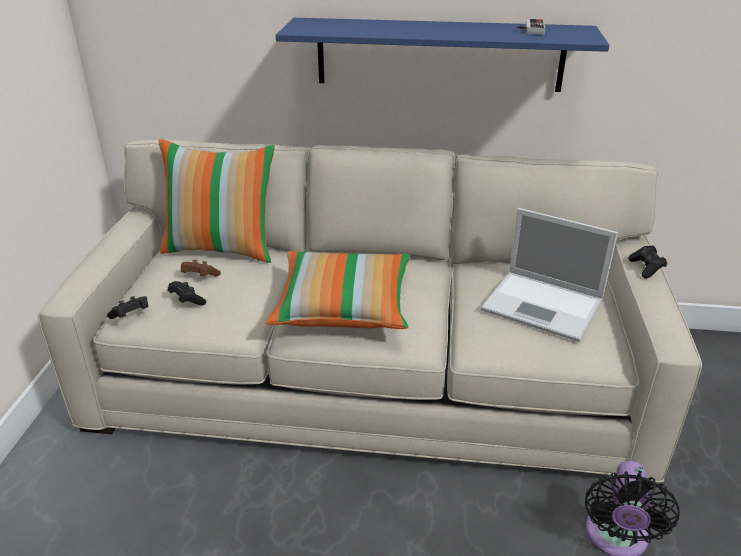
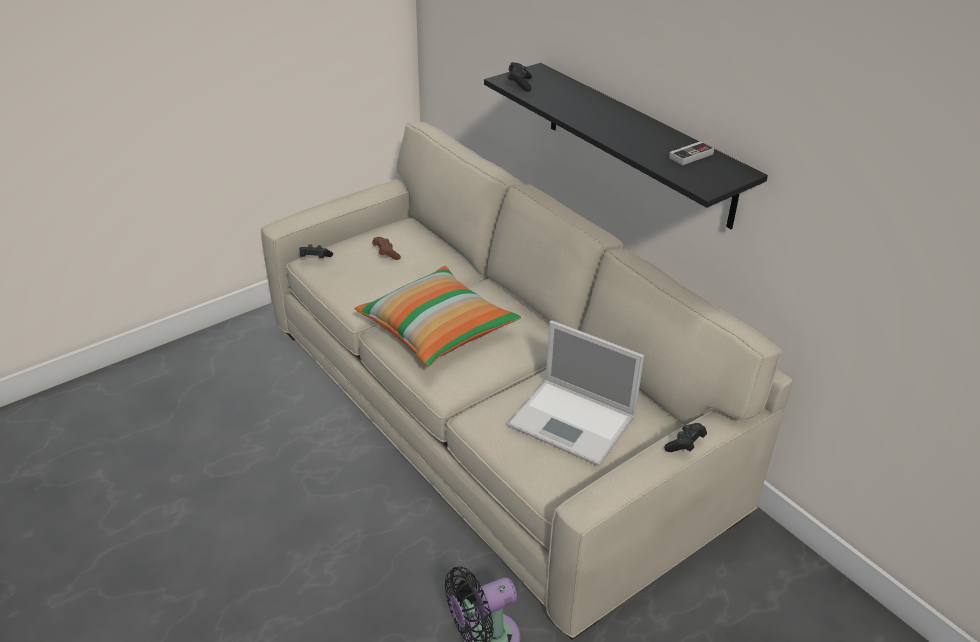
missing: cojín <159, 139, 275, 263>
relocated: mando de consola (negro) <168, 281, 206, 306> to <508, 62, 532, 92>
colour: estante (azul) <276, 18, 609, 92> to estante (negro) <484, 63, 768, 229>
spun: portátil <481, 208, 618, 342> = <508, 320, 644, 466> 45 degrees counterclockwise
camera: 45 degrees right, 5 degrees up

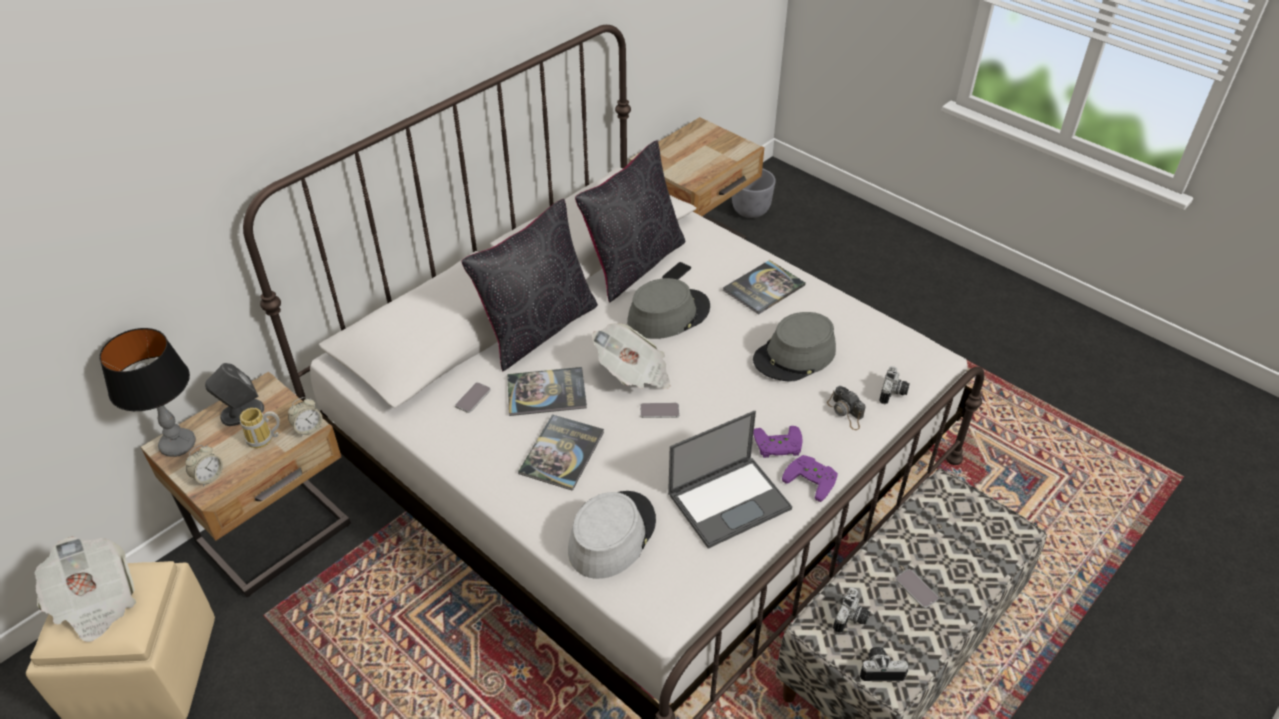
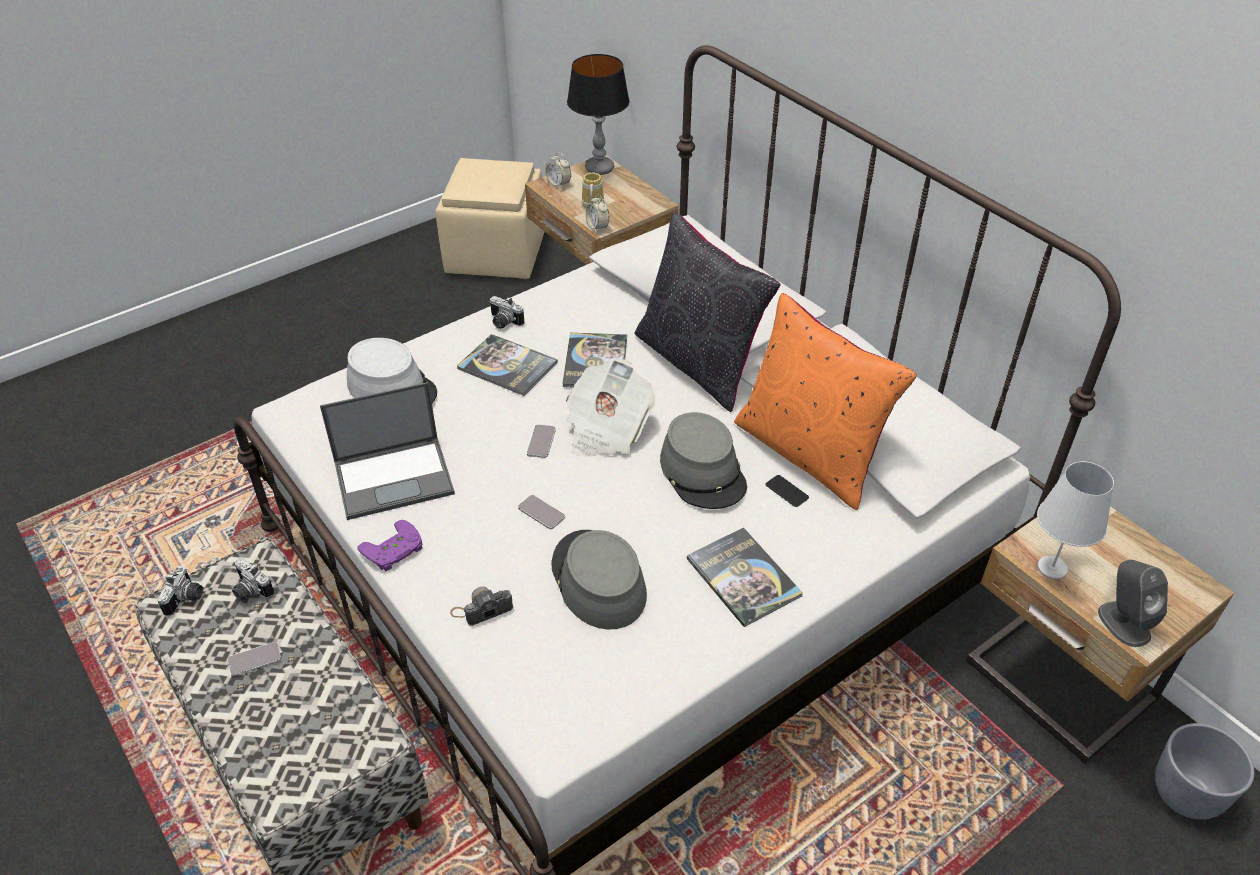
missing: mando de consola (morado) <753, 426, 803, 458>; periódico <35, 536, 136, 642>
appeared: lámpara de mesa (blanco) <1037, 462, 1114, 580>
relocated: altavoz (gris) <205, 363, 264, 426> to <1098, 560, 1168, 647>; cámara <879, 366, 910, 404> to <490, 296, 524, 329>; móvil <455, 382, 491, 413> to <518, 495, 565, 529>
colour: cojín (negro) <575, 140, 685, 303> to cojín (naranja) <734, 293, 917, 510>
spun: portátil <668, 410, 792, 549> = <320, 382, 455, 520> 90 degrees counterclockwise
camera: 100 degrees right, 0 degrees up

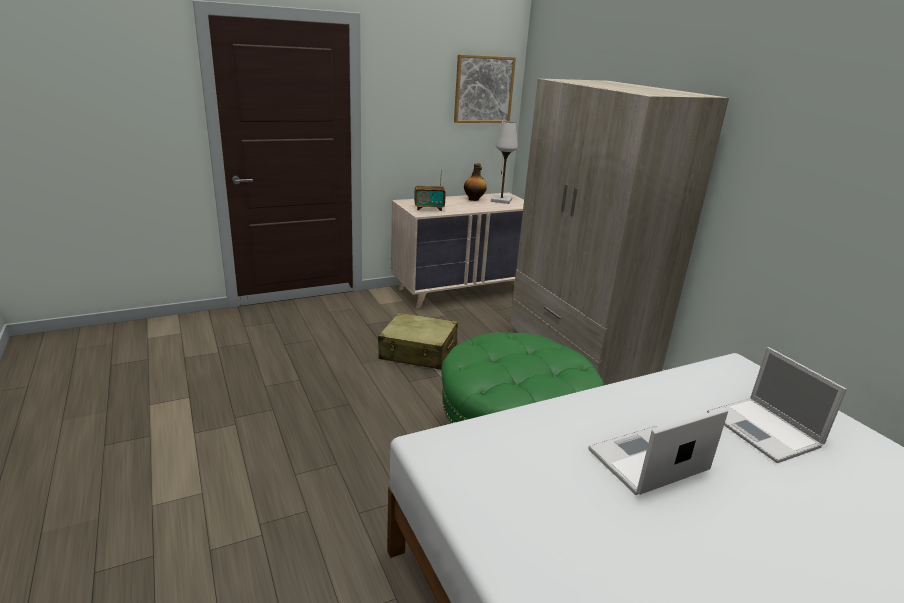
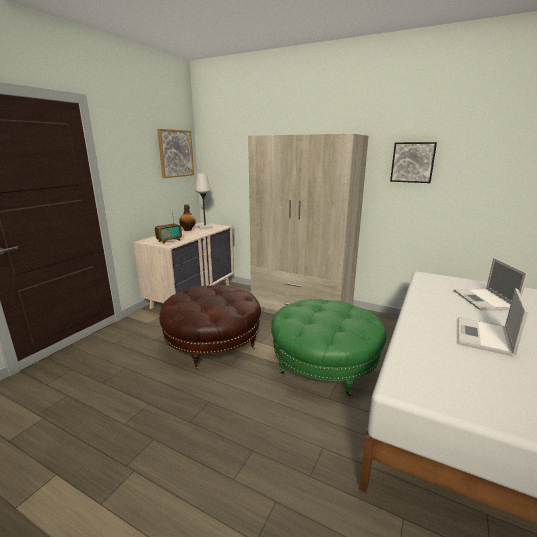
appeared: cuadro <390, 142, 437, 183>
exchanged: maleta (beis) <378, 313, 458, 370> to puf (marrón) <159, 285, 261, 369>
spun: portátil <707, 347, 847, 463> = <454, 258, 528, 310> 60 degrees clockwise
camera: 35 degrees left, 5 degrees down

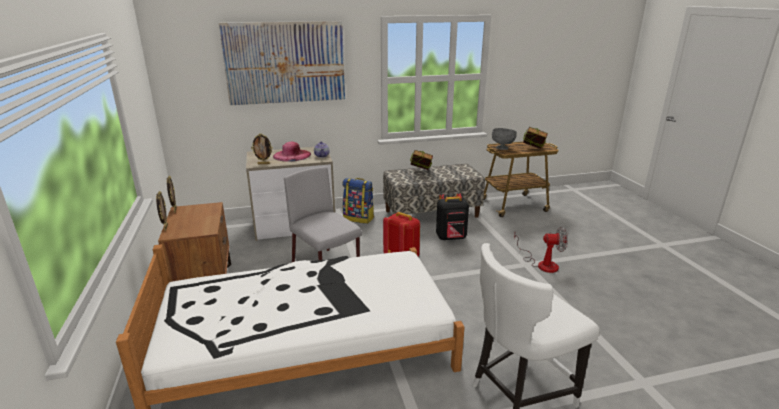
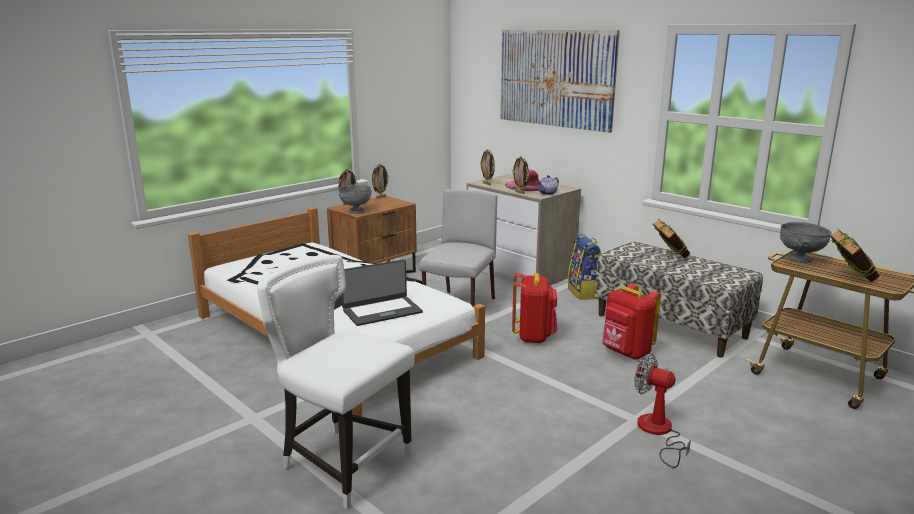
appeared: portarretratos <512, 156, 529, 194>; cuenco (gris) <338, 184, 371, 214>; portátil <341, 259, 423, 326>
colour: mochila (negro) <436, 193, 469, 240> to mochila (rojo) <602, 284, 661, 359>
spun: ventilador <514, 227, 568, 273> = <634, 354, 691, 468> 150 degrees clockwise
camera: 60 degrees right, 5 degrees down

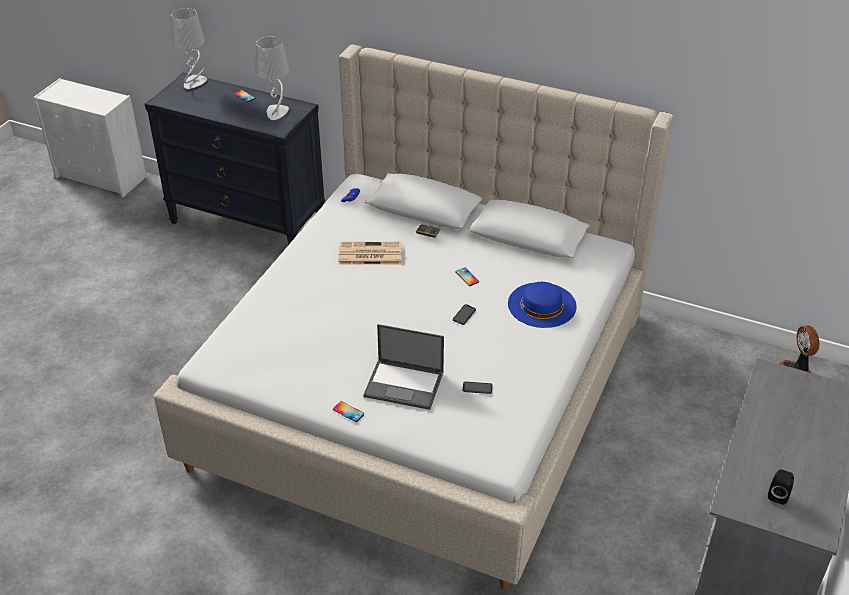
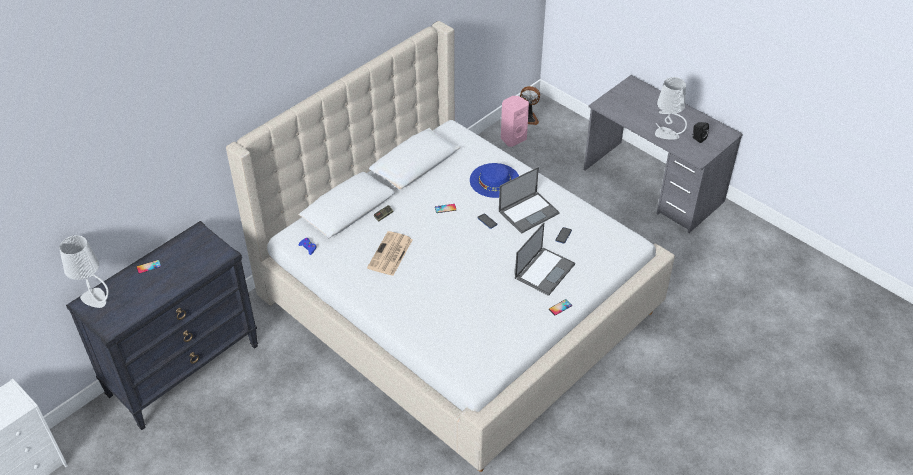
appeared: altavoz (rosa) <501, 96, 529, 147>; portátil <499, 167, 560, 234>
relocated: lámpara de mesa (gris) <255, 36, 289, 120> to <655, 77, 687, 140>
camera: 70 degrees left, 5 degrees up

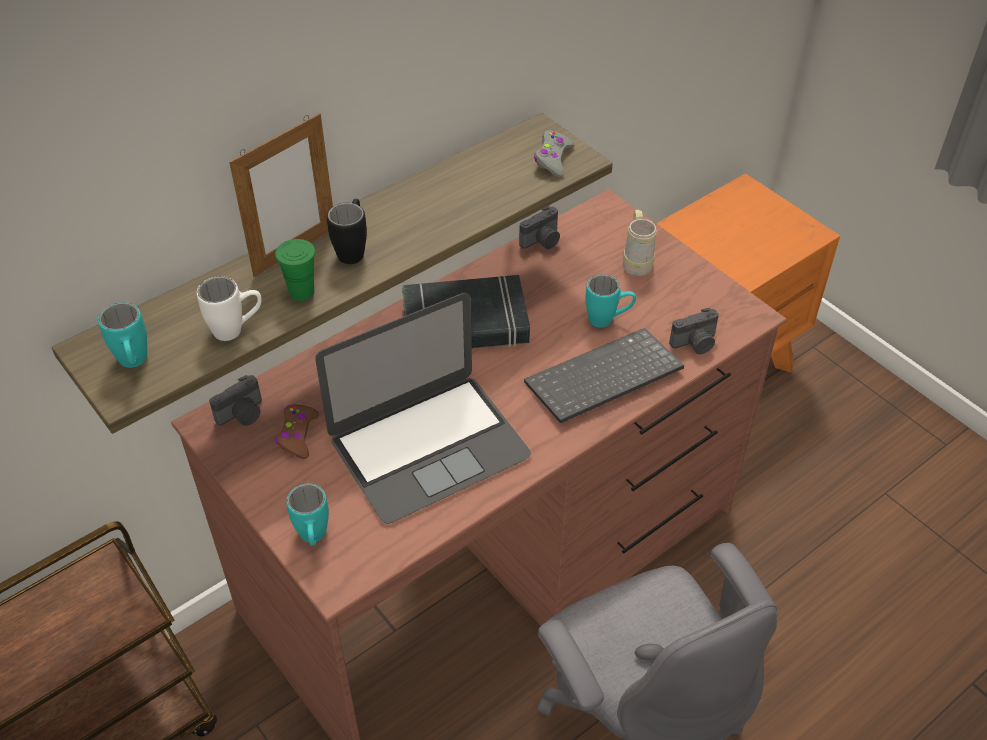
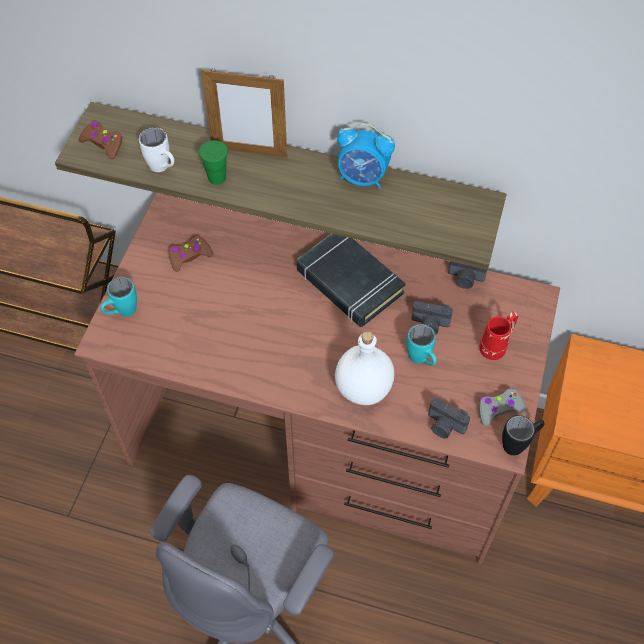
missing: portátil <315, 293, 531, 524>
appeared: despertador <337, 123, 395, 189>
relocated: mando de consola (gris) <534, 130, 575, 177> to <479, 388, 526, 426>; taza grande (negro) <327, 199, 367, 264> to <502, 415, 545, 456>; cámara <209, 375, 262, 426> to <412, 301, 453, 335>
exchanged: taza grande (turquesa) <98, 302, 147, 368> to mando de consola (marrón) <79, 121, 123, 159>; teclado <524, 328, 684, 423> to botella (blanco) <335, 331, 394, 405>
colour: taza grande (beis) <623, 210, 656, 276> to taza grande (rojo) <479, 312, 518, 360>
camera: 55 degrees right, 10 degrees up

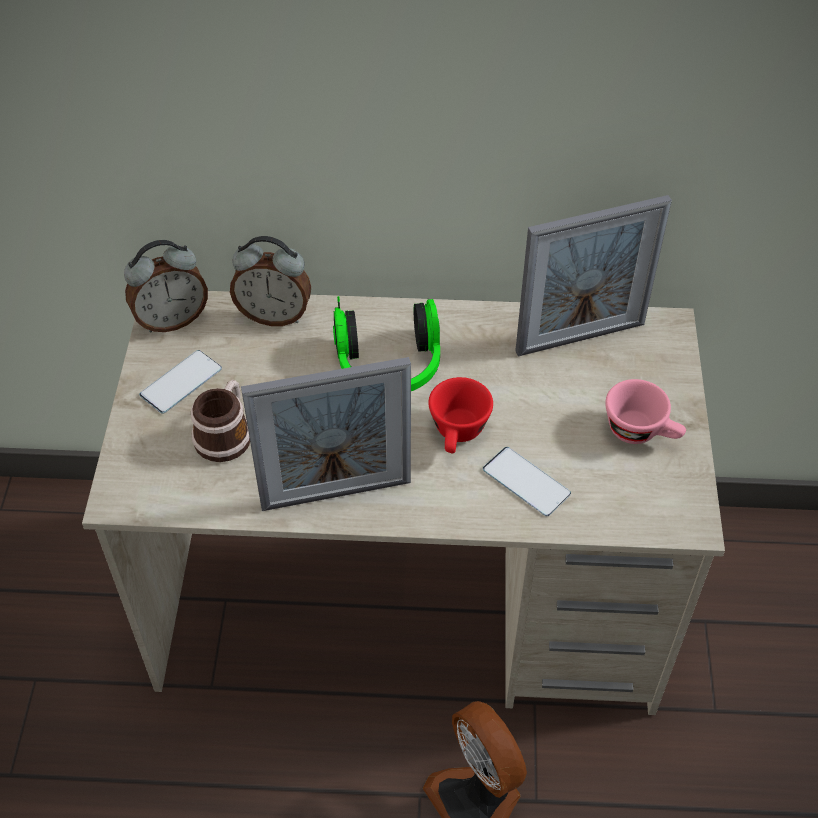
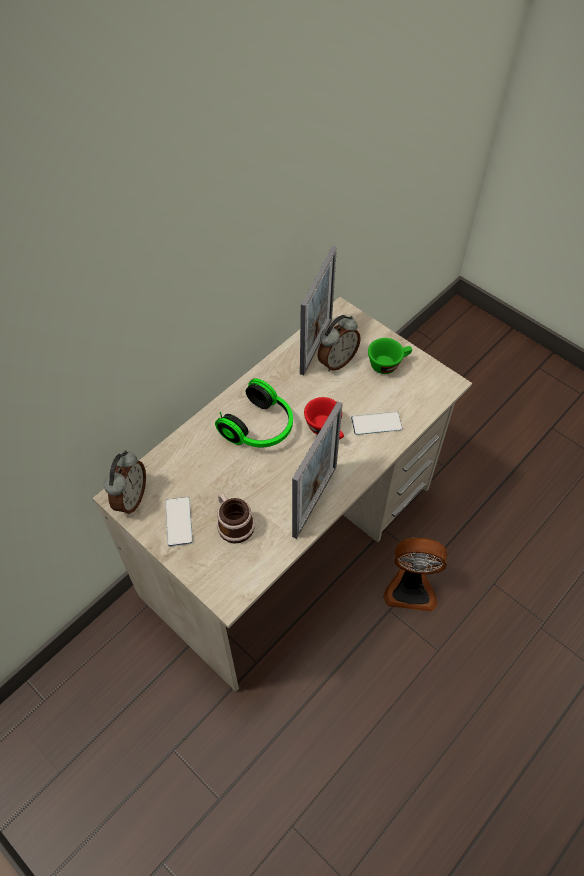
relocated: despertador <230, 236, 311, 326> to <318, 315, 361, 371>
colour: taza (rosa) <605, 379, 686, 444> to taza (verde) <368, 338, 412, 374>
camera: 50 degrees left, 5 degrees up

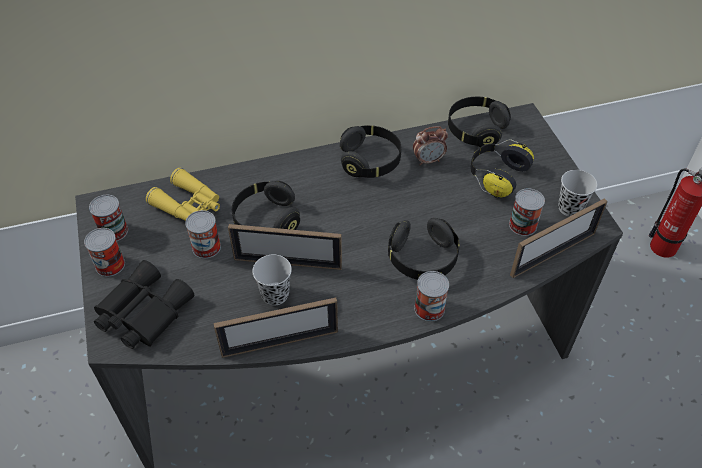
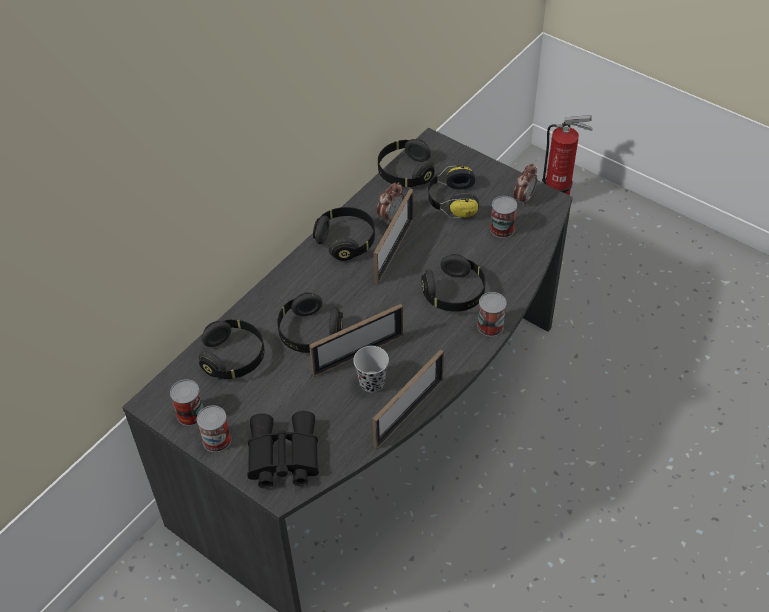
missing: lata <185, 210, 221, 259>
relocated: portarretratos <510, 198, 607, 278> to <374, 189, 414, 284>
exchanged: prismáticos (amarillo) <146, 168, 220, 221> to auriculares (negro) <199, 319, 264, 379>; taza (negro) <558, 170, 597, 217> to despertador <514, 163, 537, 206>
camera: 35 degrees left, 0 degrees up

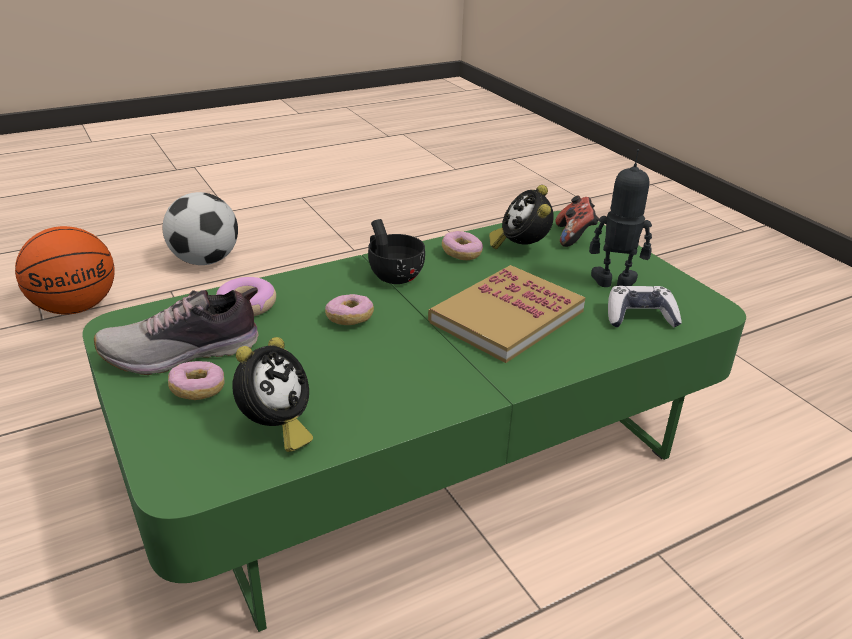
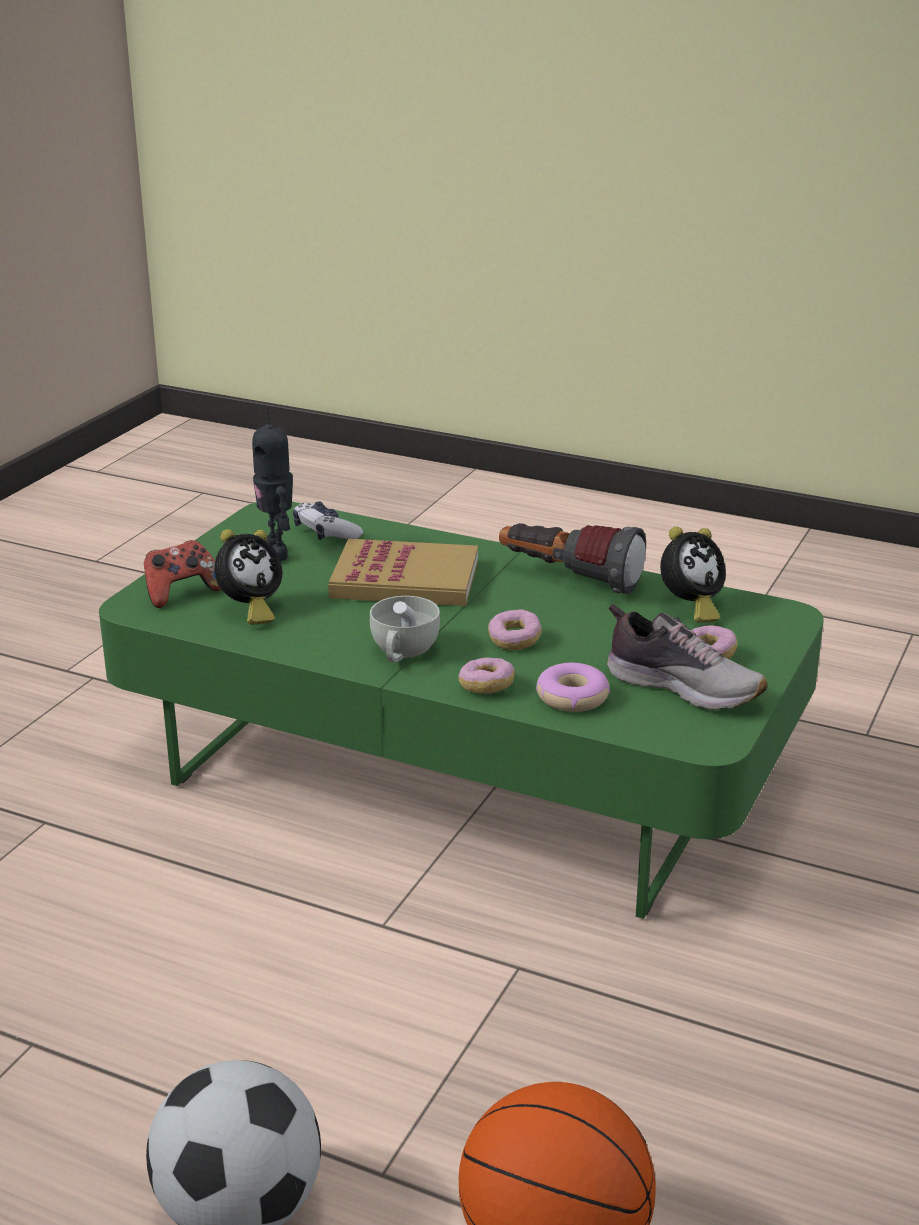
appeared: linterna <499, 523, 646, 594>
relocated: rosquilla <442, 231, 483, 260> to <458, 658, 515, 693>
colour: taza (negro) <368, 219, 425, 284> to taza (blanco) <370, 596, 440, 662>
spun: despertador <232, 337, 313, 452> = <660, 527, 726, 623> 150 degrees clockwise
camera: 125 degrees left, 5 degrees down

